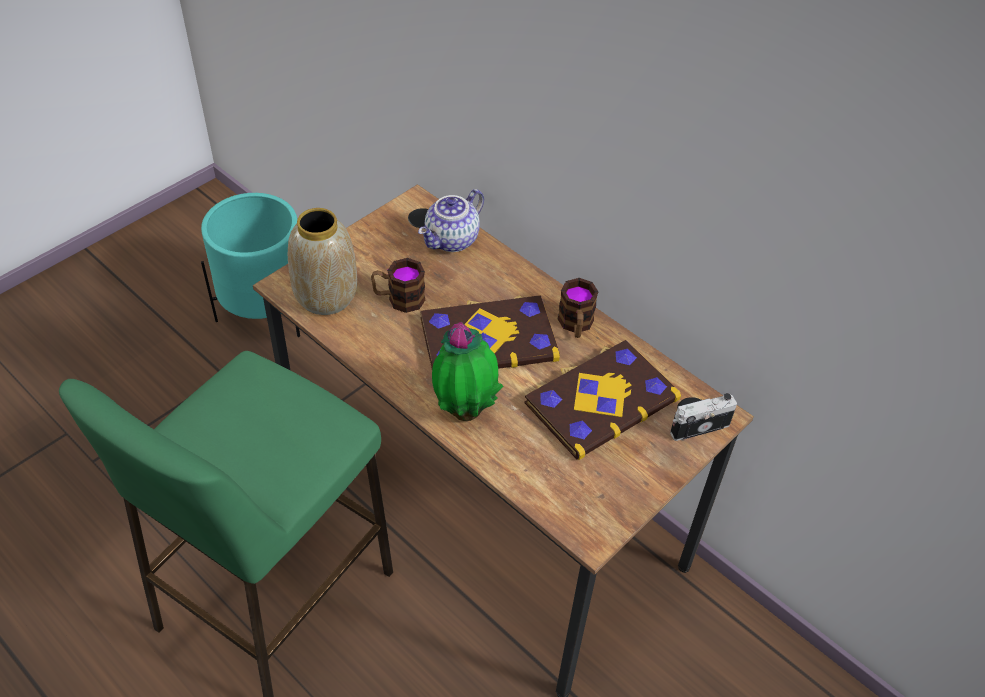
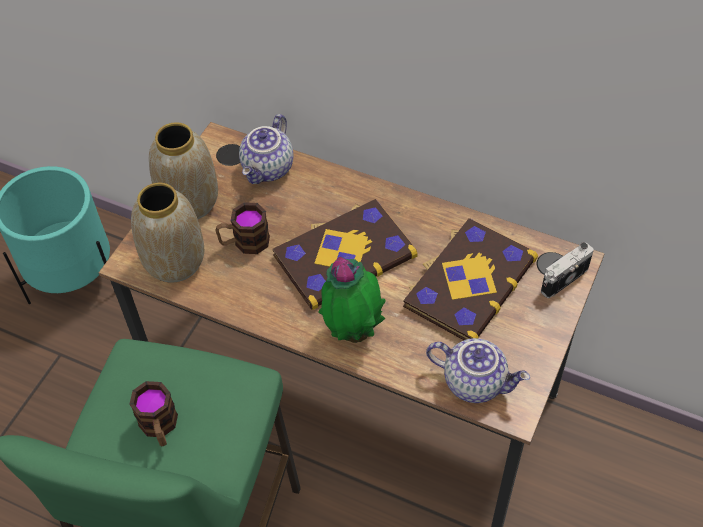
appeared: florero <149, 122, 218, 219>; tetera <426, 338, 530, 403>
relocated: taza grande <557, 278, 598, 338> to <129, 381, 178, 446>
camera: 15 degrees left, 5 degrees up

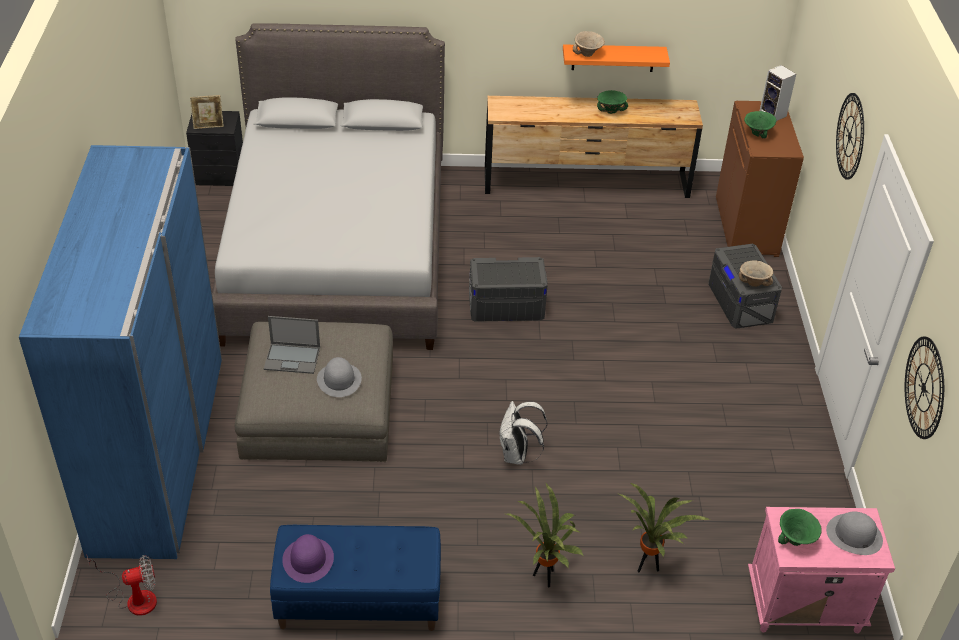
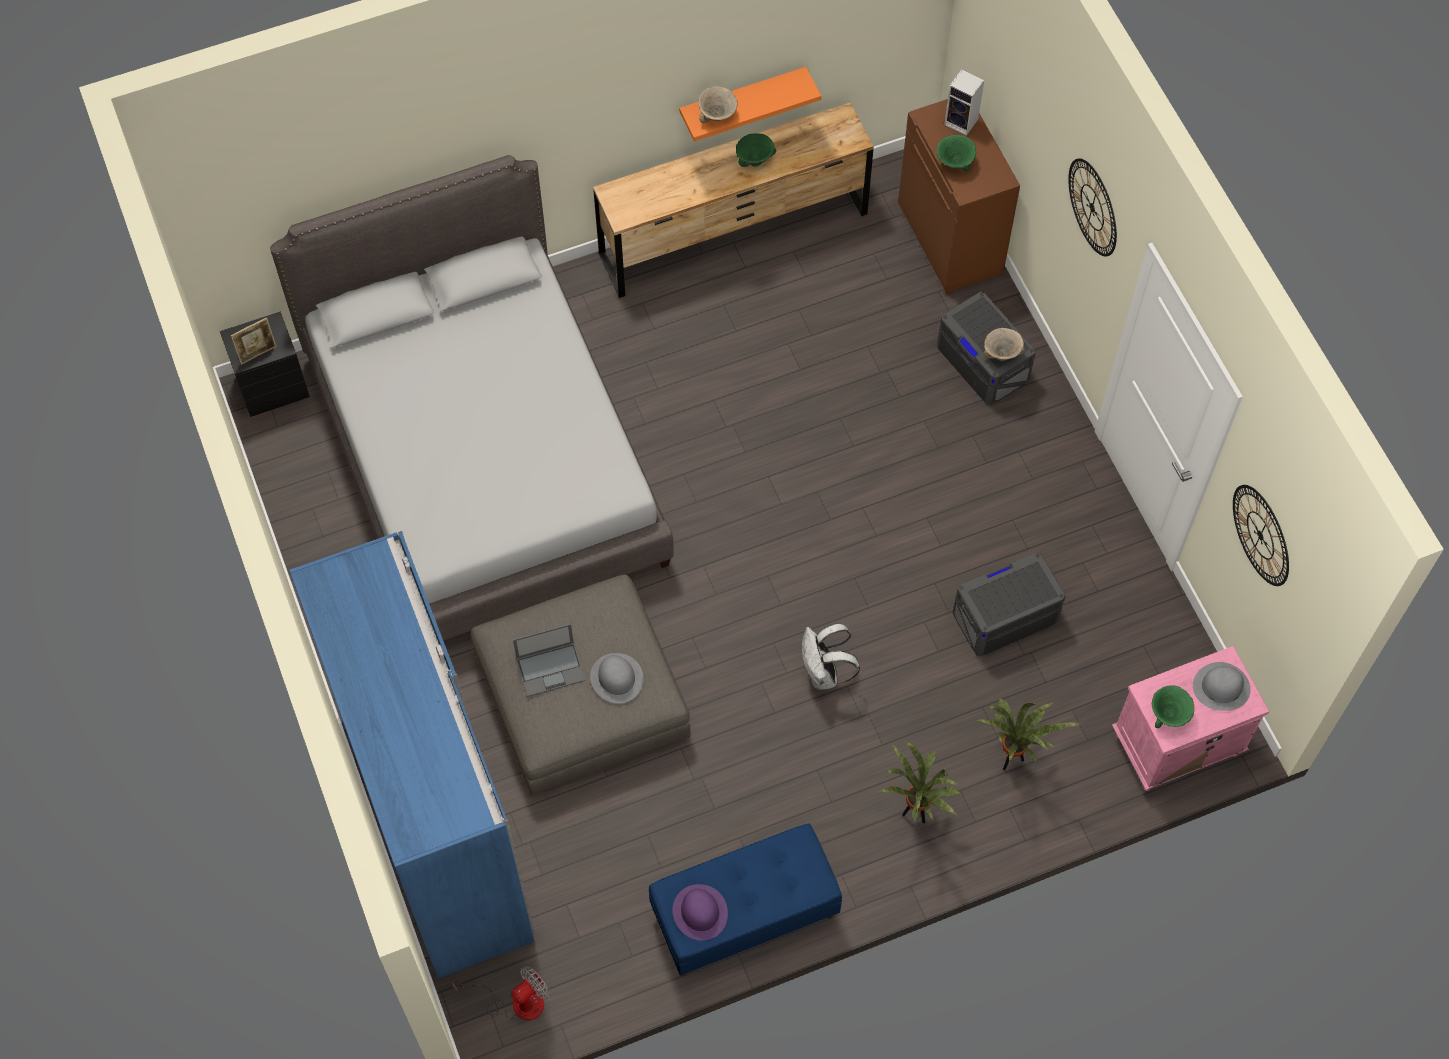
relocated: caja de almacenaje (gris) <469, 257, 548, 322> to <953, 552, 1066, 656>
camera: 20 degrees left, 20 degrees up

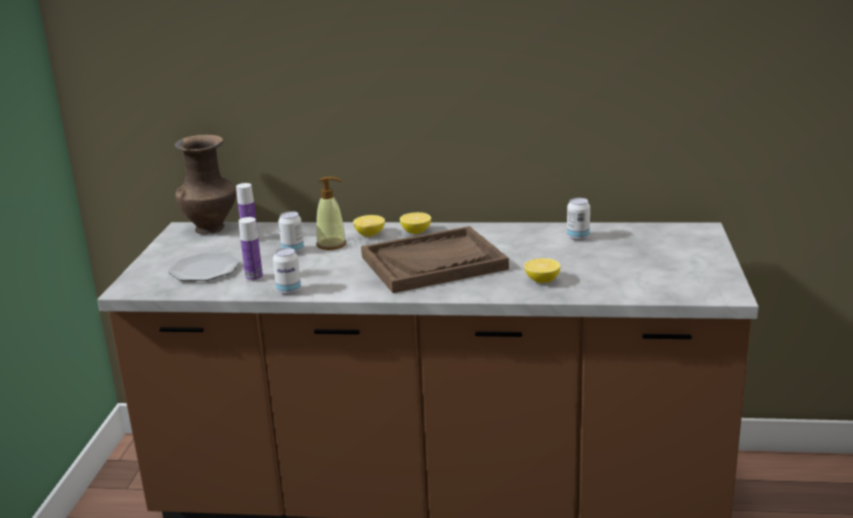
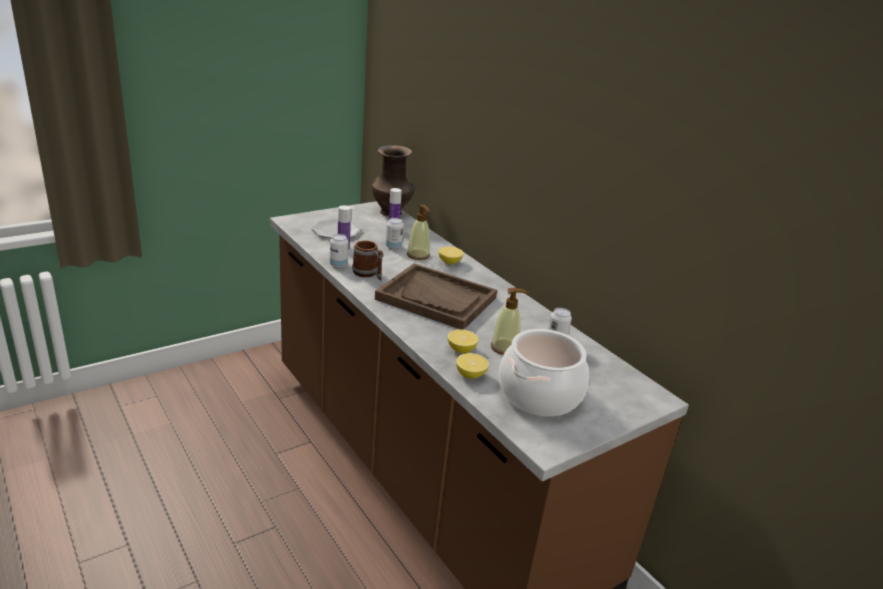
appeared: taza grande <352, 241, 383, 280>; dispensador de jabón <491, 288, 529, 355>; olla <499, 329, 590, 416>
relocated: limón <400, 212, 431, 234> to <456, 353, 489, 379>
camera: 45 degrees right, 5 degrees up

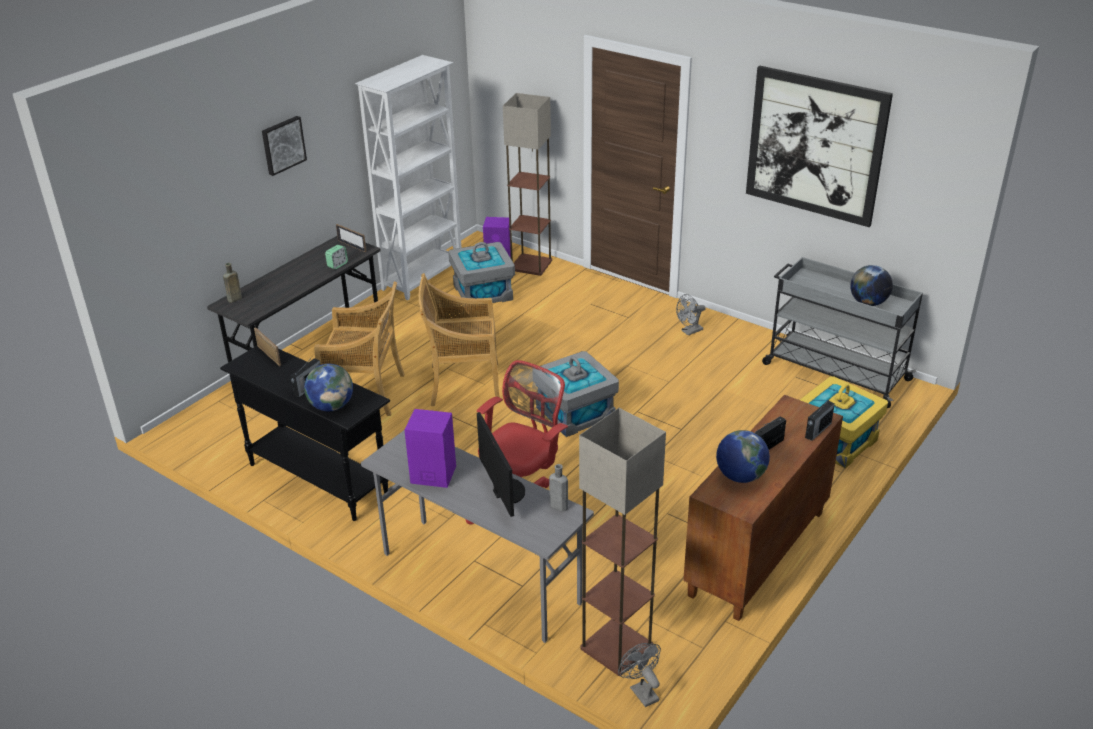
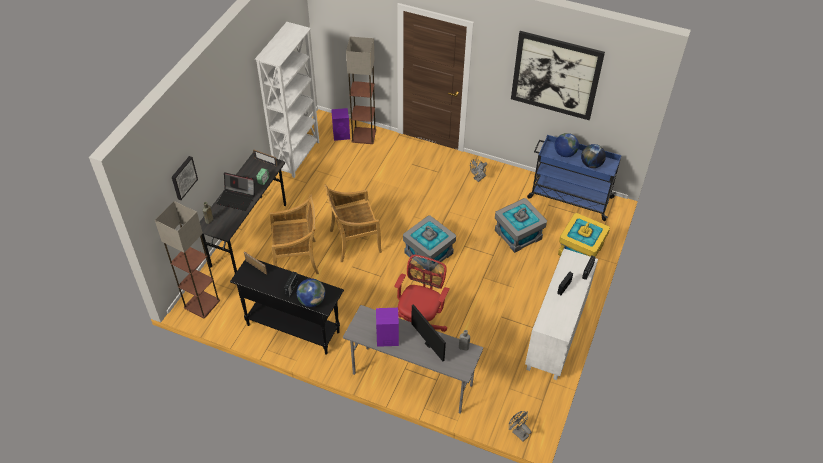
appeared: portátil <217, 172, 254, 211>
relocated: cuadro <262, 116, 307, 176> to <172, 156, 198, 200>; caja de almacenaje (gris) <448, 242, 515, 303> to <495, 198, 547, 253>; lámpara de pie <579, 408, 666, 676> to <155, 201, 220, 319>; globo terráqueo <716, 430, 770, 483> to <554, 133, 579, 157>
colour: carrito (gris) <762, 257, 923, 408> to carrito (azul) <527, 135, 622, 221>; armario (marrón) <683, 395, 843, 621> to armario (blanco) <525, 249, 598, 380>
camera: 15 degrees left, 15 degrees up

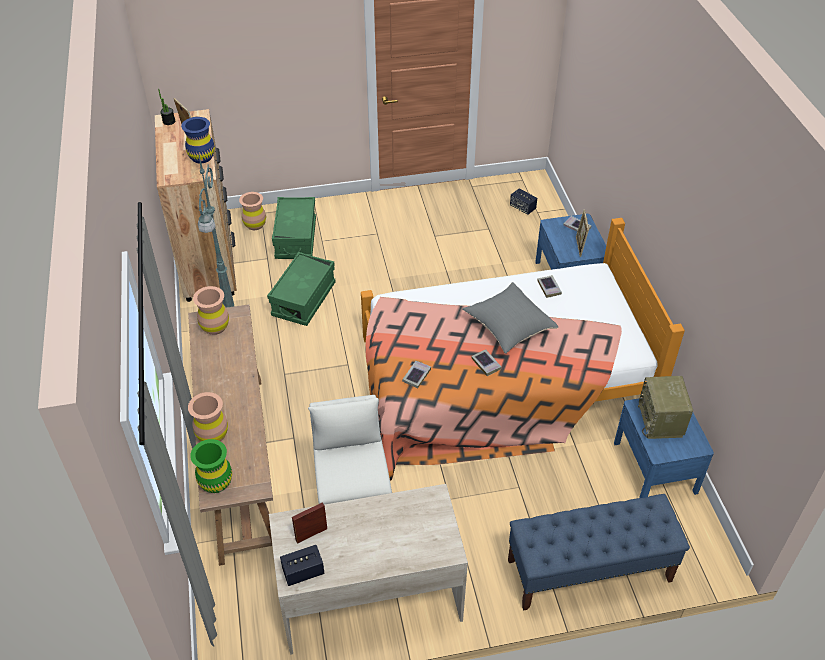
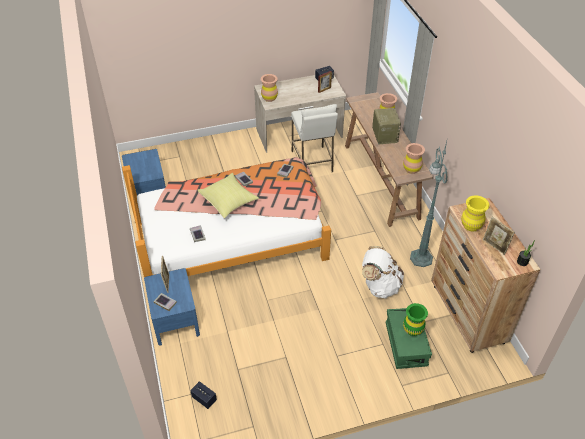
missing: banco (azul) <508, 494, 690, 611>
relocated: florero (marrón) <239, 192, 266, 230> to <261, 74, 278, 102>; radio <638, 376, 693, 439> to <372, 108, 401, 145>; florero (verde) <190, 439, 232, 493> to <403, 303, 428, 336>
exchanged: caja de almacenaje (verde) <267, 252, 336, 326> to mochila (blanco) <362, 246, 404, 299>
colour: florero (azul) <181, 117, 215, 163> to florero (amarillo) <461, 195, 489, 232>; cojín (gris) <462, 282, 558, 354> to cojín (amarillo) <198, 173, 259, 219>
camera: 175 degrees right, 0 degrees up

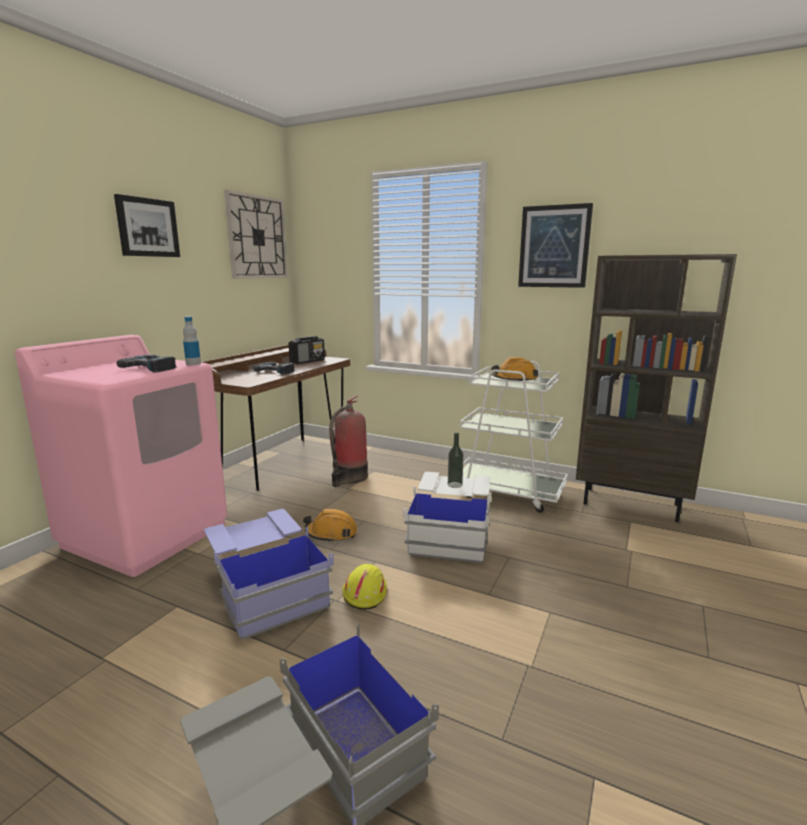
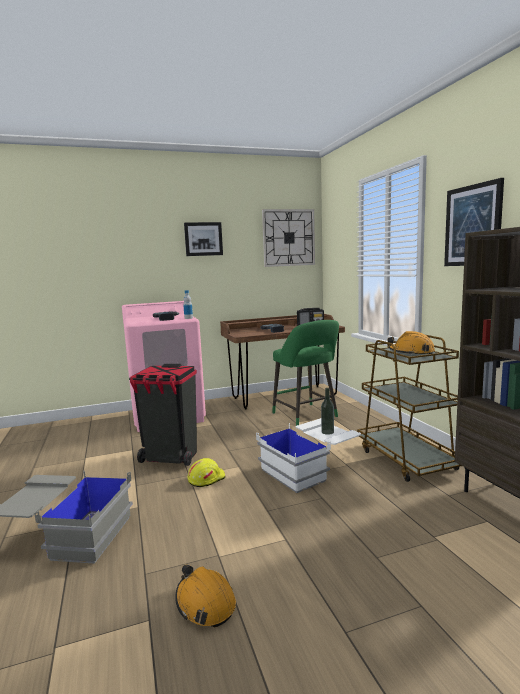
relocated: casco (naranja) <303, 509, 357, 543> to <175, 564, 236, 627>
exchanged: extintor <329, 396, 368, 487> to taburete (verde) <272, 320, 339, 426>; caja de almacenaje (azul) <204, 509, 334, 640> to papelera (negro) <129, 364, 197, 466>
colour: carrito (blanco) <460, 361, 568, 513> to carrito (marrón) <357, 335, 461, 482>
camera: 45 degrees right, 5 degrees down

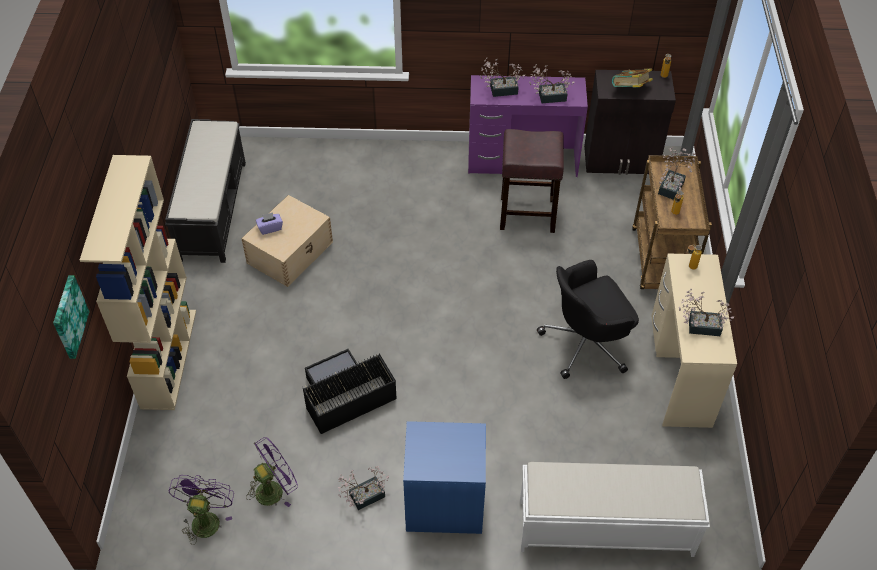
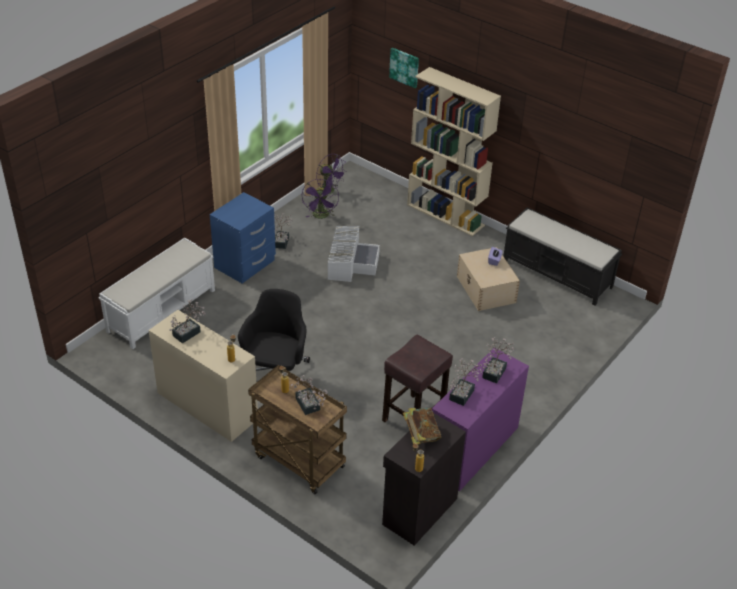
colour: caja de almacenaje (negro) <303, 349, 397, 434> to caja de almacenaje (blanco) <327, 226, 380, 282>
camera: 125 degrees right, 10 degrees down

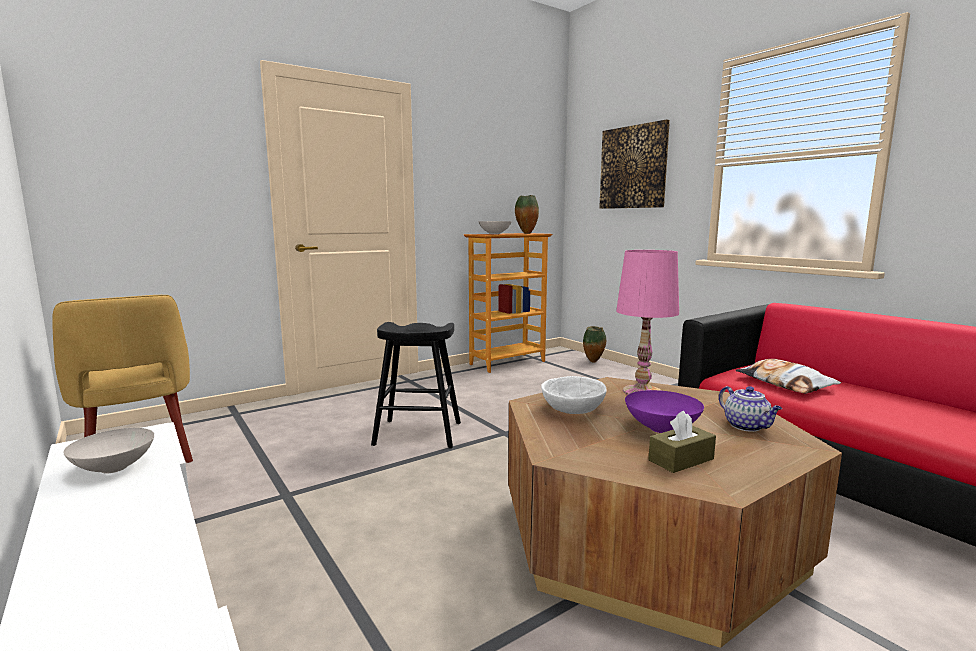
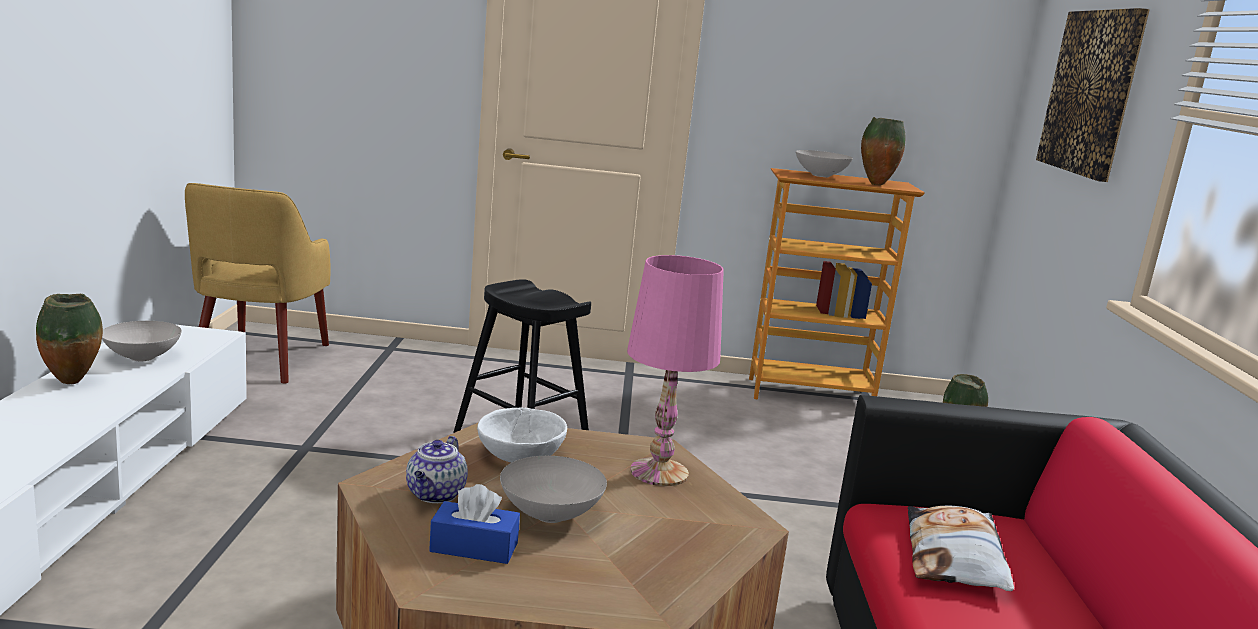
appeared: florero <36, 294, 103, 384>
relocated: tetera <719, 386, 782, 432> to <406, 436, 468, 503>
colour: cuenco (morado) <625, 390, 704, 433> to cuenco (blanco) <500, 456, 607, 523>; caja de pañuelos (marrón) <648, 411, 716, 473> to caja de pañuelos (azul) <429, 484, 520, 564>
camera: 35 degrees right, 5 degrees up

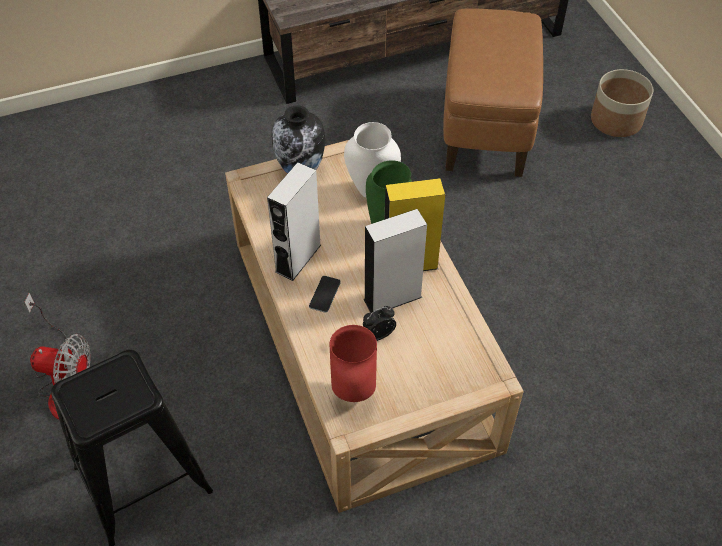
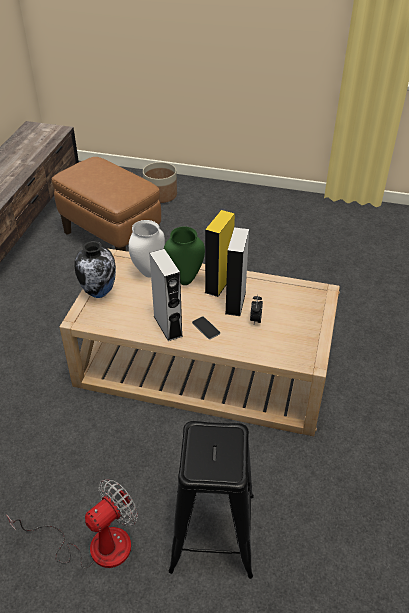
missing: florero (rojo) <330, 325, 377, 402>
camera: 55 degrees left, 10 degrees down

